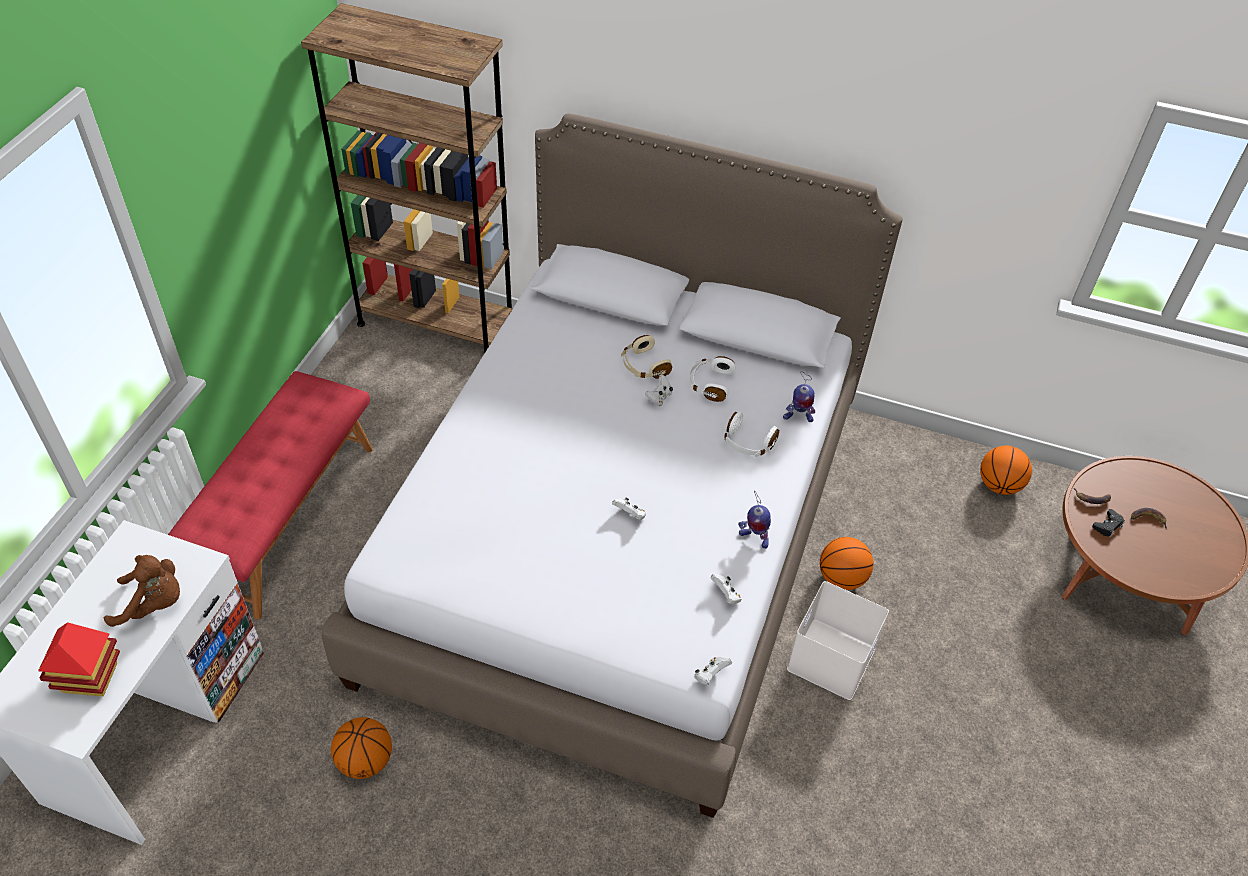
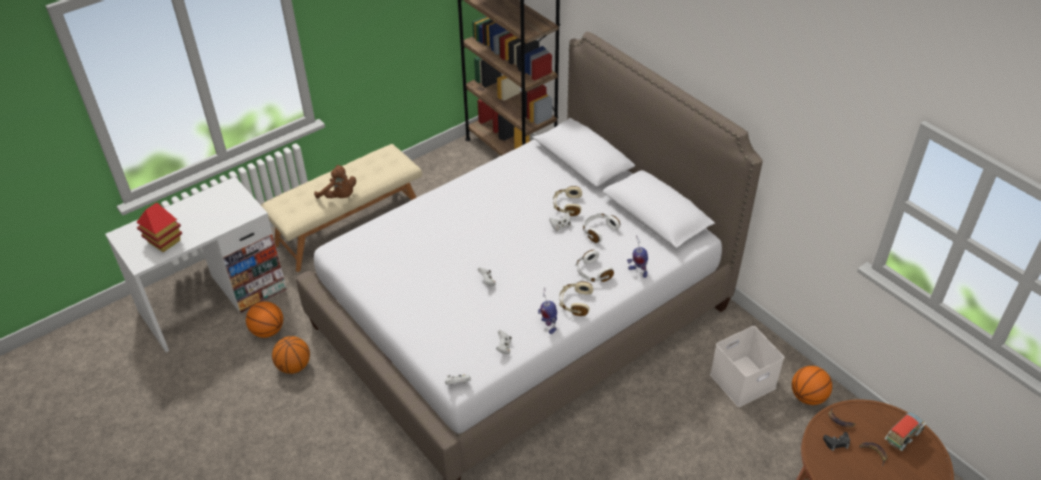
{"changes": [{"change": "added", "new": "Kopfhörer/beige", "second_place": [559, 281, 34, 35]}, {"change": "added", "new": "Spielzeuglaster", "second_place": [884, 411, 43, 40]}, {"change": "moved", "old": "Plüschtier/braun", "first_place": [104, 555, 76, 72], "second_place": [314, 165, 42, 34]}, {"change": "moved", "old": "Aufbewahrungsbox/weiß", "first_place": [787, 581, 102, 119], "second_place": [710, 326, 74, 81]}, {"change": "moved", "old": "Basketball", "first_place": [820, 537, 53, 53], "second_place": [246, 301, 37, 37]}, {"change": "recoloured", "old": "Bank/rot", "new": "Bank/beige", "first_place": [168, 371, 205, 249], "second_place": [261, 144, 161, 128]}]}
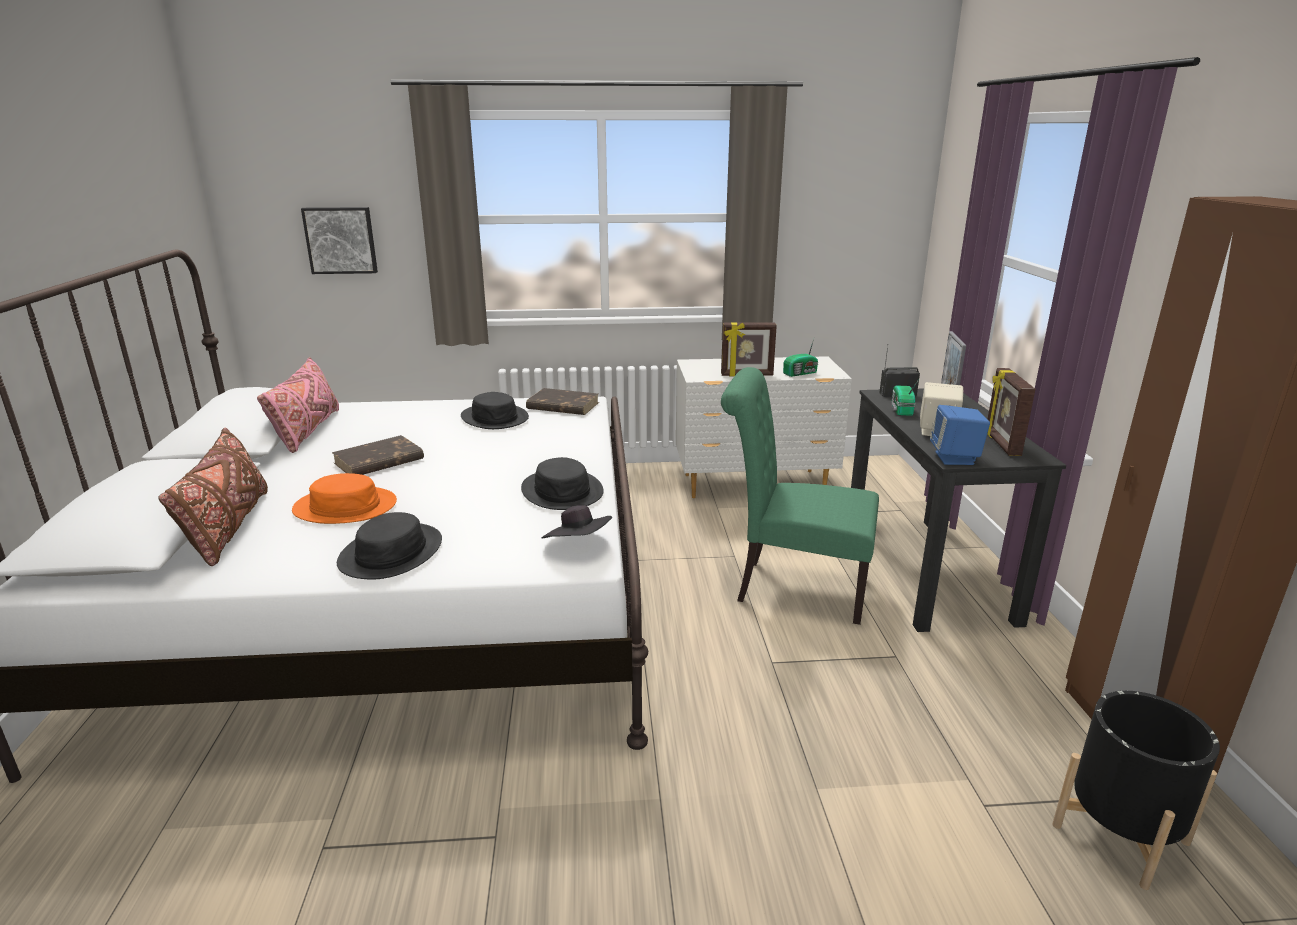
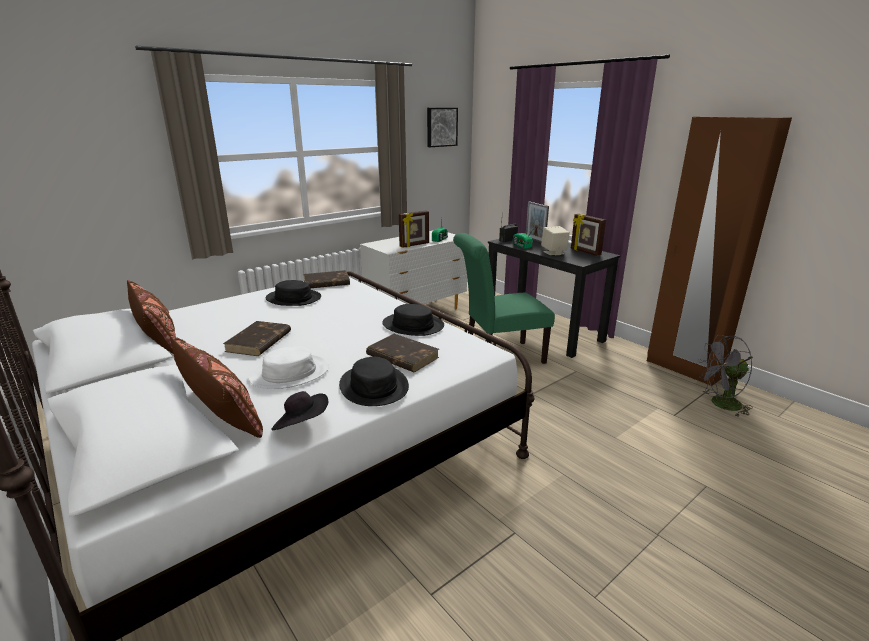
{"changes": [{"change": "removed", "old": "Lautsprecher/blau", "first_place": [930, 405, 60, 60]}, {"change": "added", "new": "Buch/braun", "second_place": [366, 334, 73, 38]}, {"change": "moved", "old": "Bild", "first_place": [301, 207, 77, 67], "second_place": [427, 108, 31, 39]}, {"change": "moved", "old": "Hut/schwarz", "first_place": [541, 505, 71, 33], "second_place": [271, 391, 57, 40]}, {"change": "replaced", "old": "Pflanzkübel/schwarz", "new": "Ventilator/grau", "first_place": [1052, 691, 168, 199], "second_place": [698, 335, 55, 82]}, {"change": "recoloured", "old": "Kissen/rosa", "new": "Kissen/braun", "first_place": [257, 357, 82, 96], "second_place": [127, 280, 49, 74]}, {"change": "recoloured", "old": "Hut/orange", "new": "Hut/weiß", "first_place": [292, 473, 105, 51], "second_place": [248, 346, 81, 43]}]}
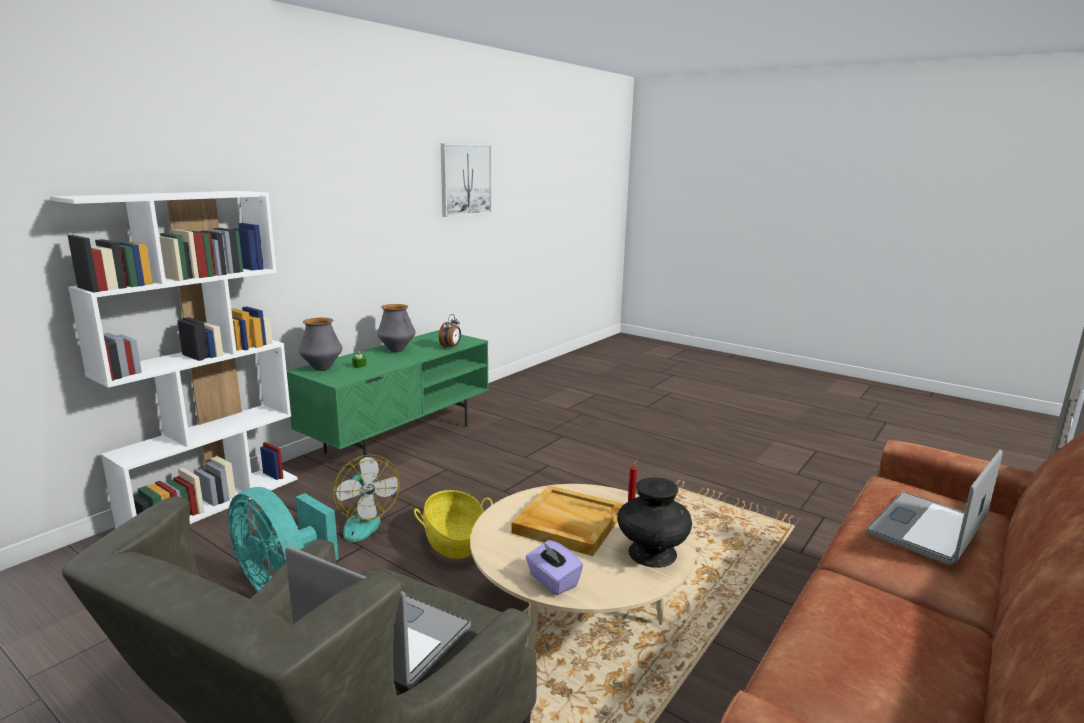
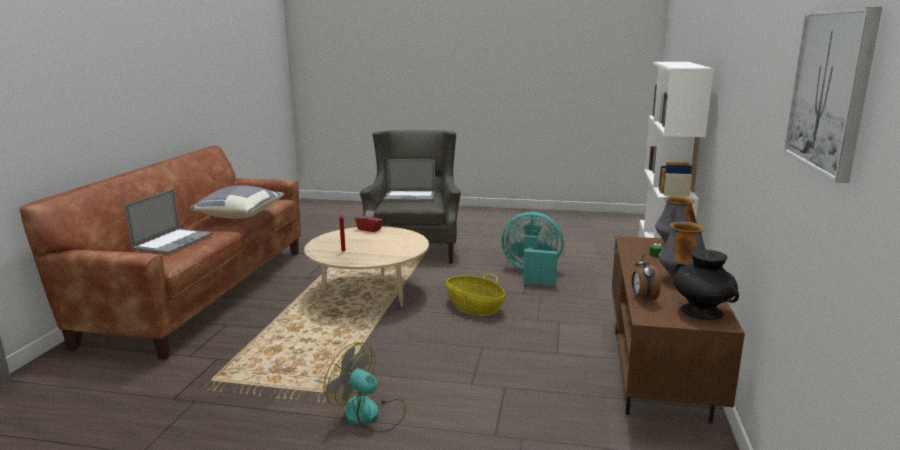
{"changes": [{"change": "removed", "old": "Tablett/beige", "first_place": [511, 485, 113, 71]}, {"change": "added", "new": "Kissen/grau", "second_place": [189, 185, 95, 34]}, {"change": "moved", "old": "Ventilator", "first_place": [333, 455, 67, 87], "second_place": [323, 343, 83, 89]}, {"change": "moved", "old": "Vase/schwarz", "first_place": [617, 477, 75, 91], "second_place": [674, 249, 65, 71]}, {"change": "recoloured", "old": "Fernsehschrank/grün", "new": "Fernsehschrank/braun", "first_place": [287, 330, 201, 127], "second_place": [612, 236, 133, 188]}, {"change": "recoloured", "old": "Taschentuchbox/lila", "new": "Taschentuchbox/rot", "first_place": [525, 540, 58, 55], "second_place": [355, 210, 28, 22]}]}
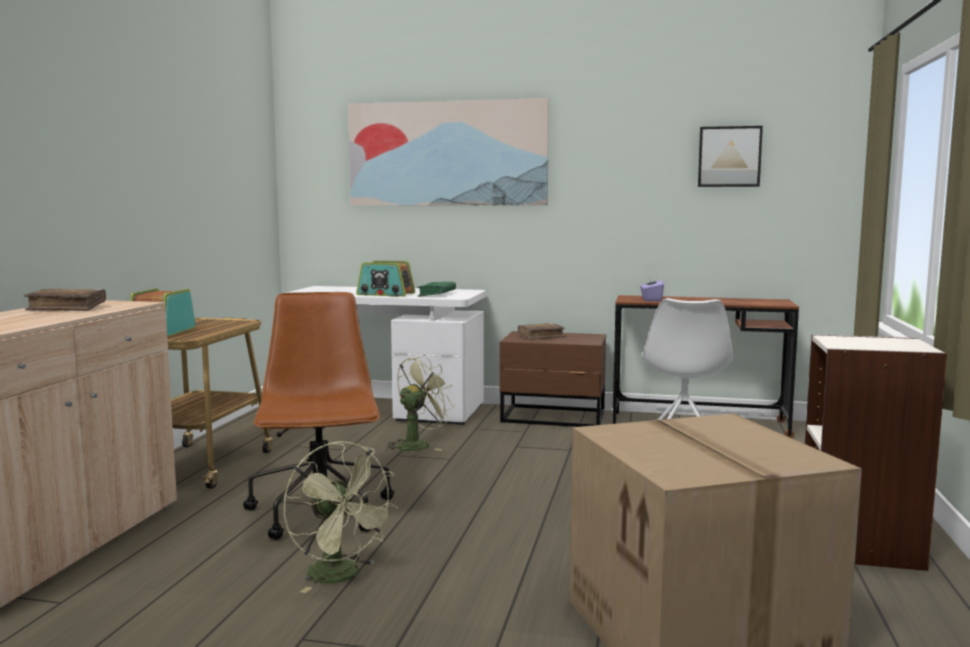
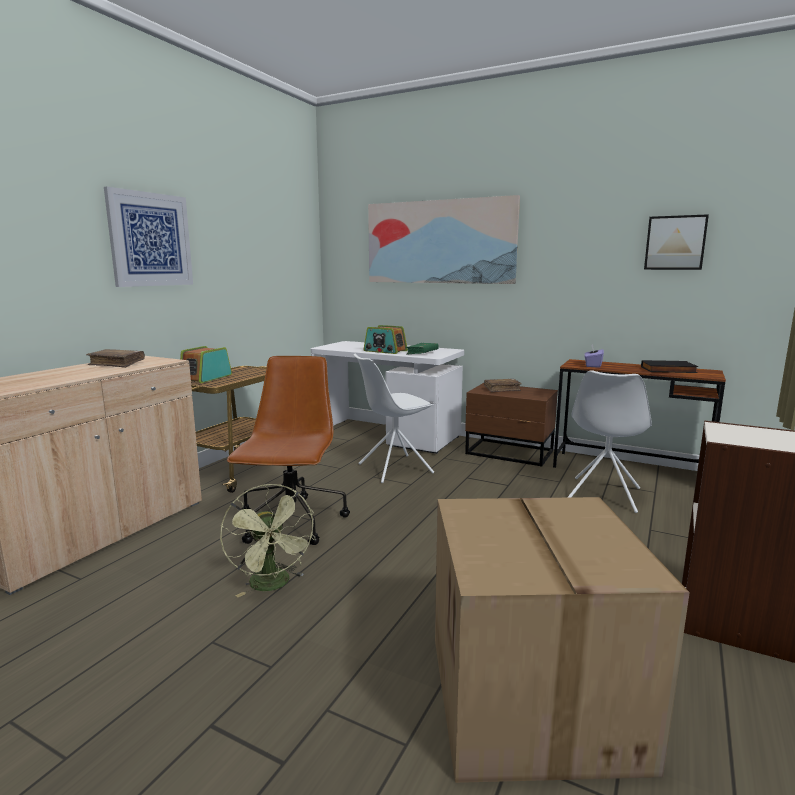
{"changes": [{"change": "added", "new": "Bild", "second_place": [104, 187, 89, 100]}, {"change": "added", "new": "Buch/schwarz", "second_place": [641, 360, 57, 13]}, {"change": "replaced", "old": "Ventilator/grün", "new": "Stuhl/weiß", "first_place": [385, 355, 70, 96], "second_place": [354, 353, 80, 130]}]}
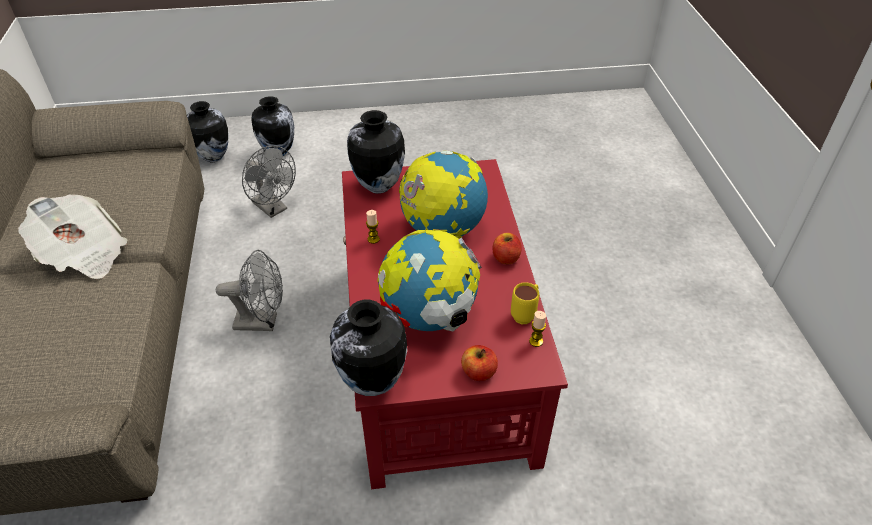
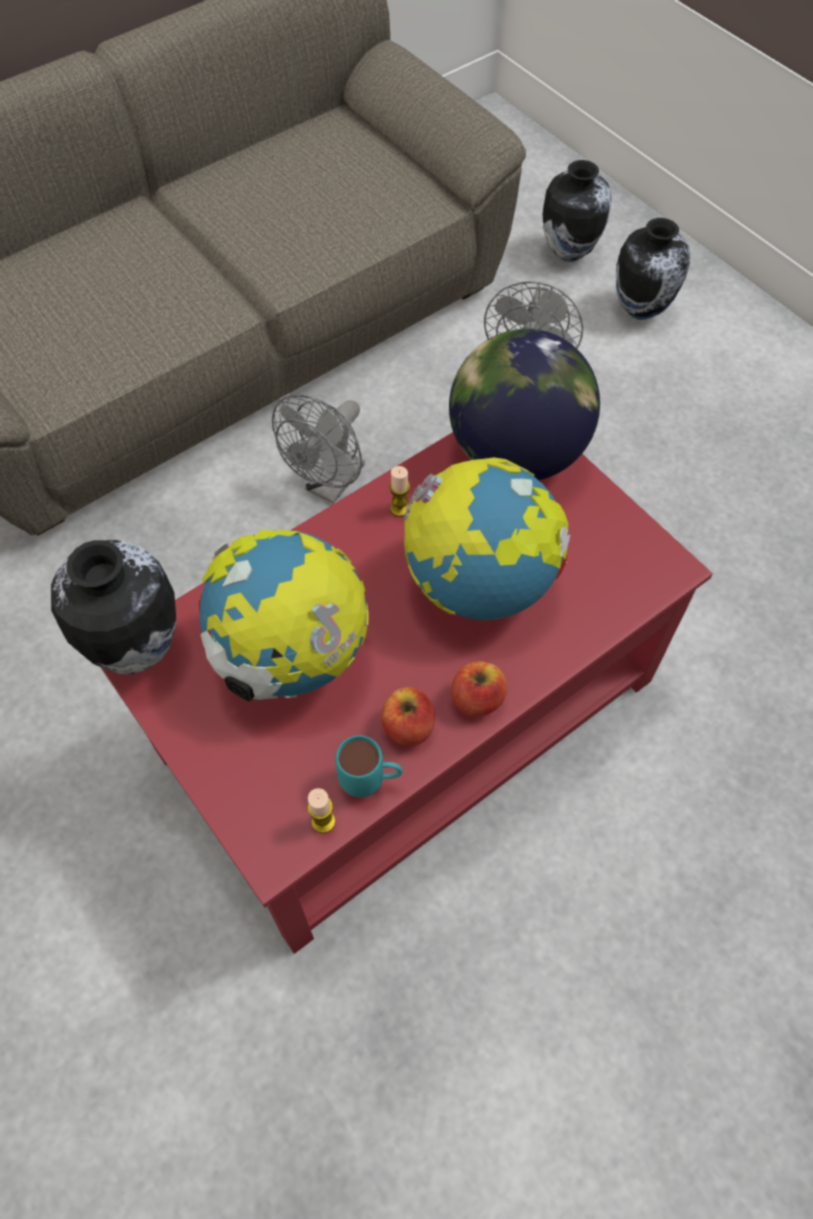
{"changes": [{"change": "removed", "old": "Zeitung", "first_place": [18, 194, 110, 85]}, {"change": "moved", "old": "Apfel", "first_place": [461, 345, 37, 36], "second_place": [381, 687, 54, 59]}, {"change": "replaced", "old": "Vase", "new": "Globus", "first_place": [347, 110, 58, 84], "second_place": [449, 329, 151, 151]}, {"change": "recoloured", "old": "Henkelbecher/gelb", "new": "Henkelbecher/türkis", "first_place": [511, 282, 28, 42], "second_place": [335, 735, 68, 63]}, {"change": "turned", "old": "Ventilator/grau", "first_place": [216, 250, 67, 81], "second_place": [272, 395, 93, 109], "degrees": 60}]}
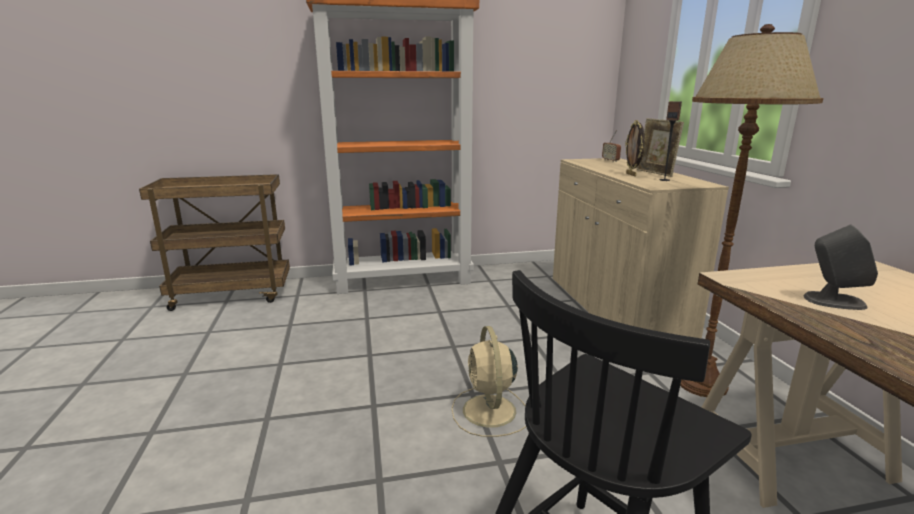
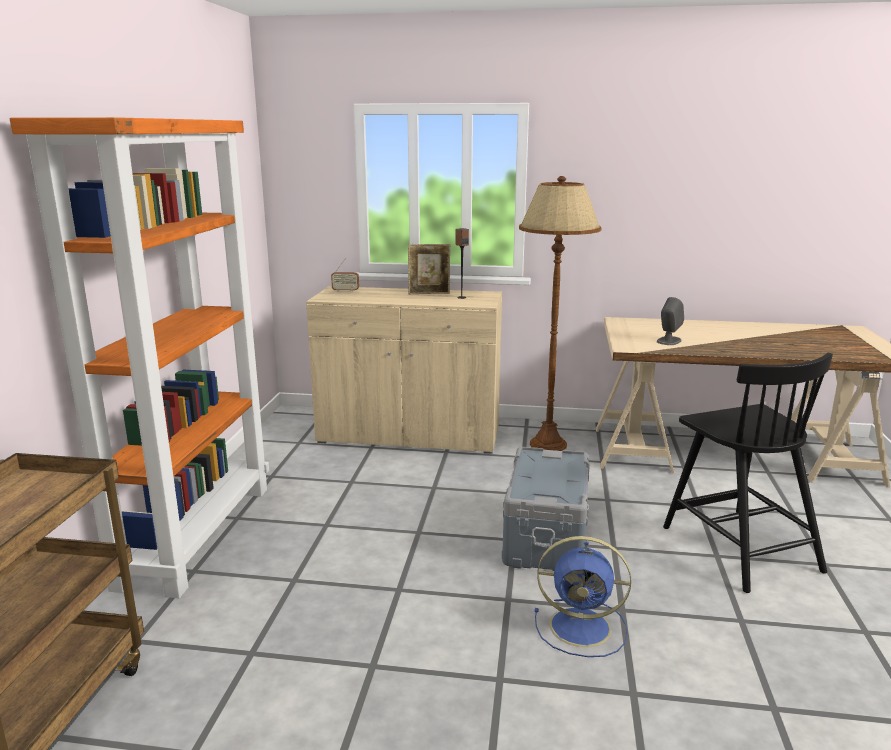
{"changes": [{"change": "removed", "old": "Bilderrahmen", "first_place": [625, 120, 20, 57]}, {"change": "added", "new": "Ventilator/blau", "second_place": [535, 536, 96, 121]}, {"change": "replaced", "old": "Ventilator/beige", "new": "Aufbewahrungsbox/grau", "first_place": [452, 326, 74, 111], "second_place": [502, 447, 88, 124]}]}
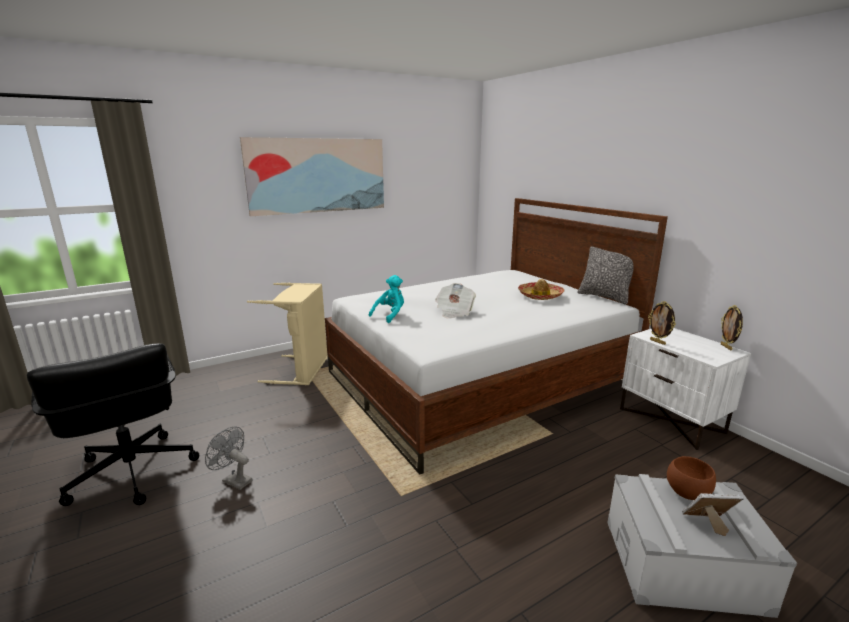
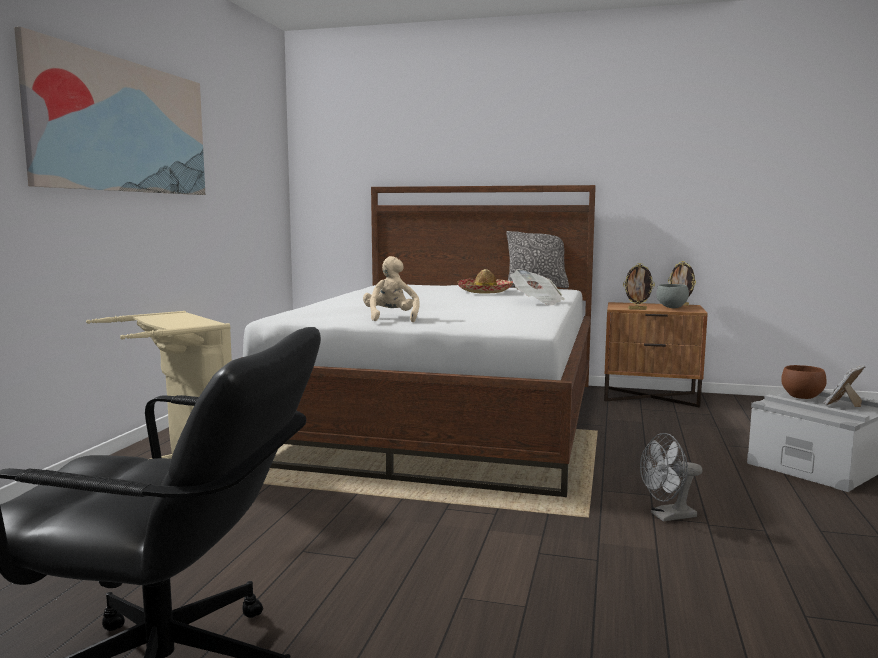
{"changes": [{"change": "added", "new": "Schüssel/grau", "second_place": [656, 284, 33, 24]}, {"change": "moved", "old": "Ventilator/grau", "first_place": [205, 426, 47, 64], "second_place": [640, 433, 62, 88]}, {"change": "moved", "old": "Zeitung", "first_place": [435, 283, 41, 35], "second_place": [510, 269, 55, 36]}, {"change": "recoloured", "old": "Plüschtier/türkis", "new": "Plüschtier/beige", "first_place": [369, 275, 35, 48], "second_place": [363, 256, 57, 66]}, {"change": "recoloured", "old": "Nachttisch/weiß", "new": "Nachttisch/braun", "first_place": [620, 328, 131, 122], "second_place": [604, 302, 104, 106]}]}
